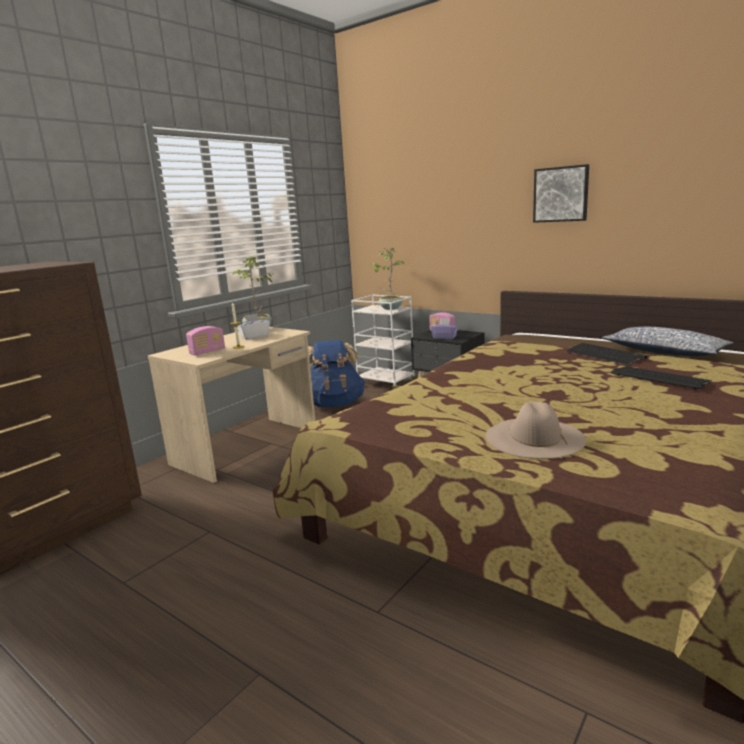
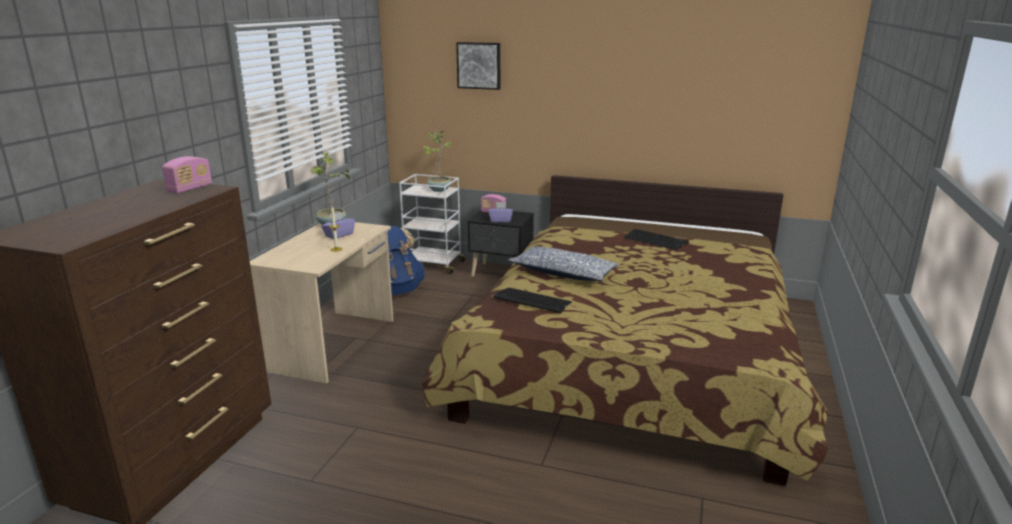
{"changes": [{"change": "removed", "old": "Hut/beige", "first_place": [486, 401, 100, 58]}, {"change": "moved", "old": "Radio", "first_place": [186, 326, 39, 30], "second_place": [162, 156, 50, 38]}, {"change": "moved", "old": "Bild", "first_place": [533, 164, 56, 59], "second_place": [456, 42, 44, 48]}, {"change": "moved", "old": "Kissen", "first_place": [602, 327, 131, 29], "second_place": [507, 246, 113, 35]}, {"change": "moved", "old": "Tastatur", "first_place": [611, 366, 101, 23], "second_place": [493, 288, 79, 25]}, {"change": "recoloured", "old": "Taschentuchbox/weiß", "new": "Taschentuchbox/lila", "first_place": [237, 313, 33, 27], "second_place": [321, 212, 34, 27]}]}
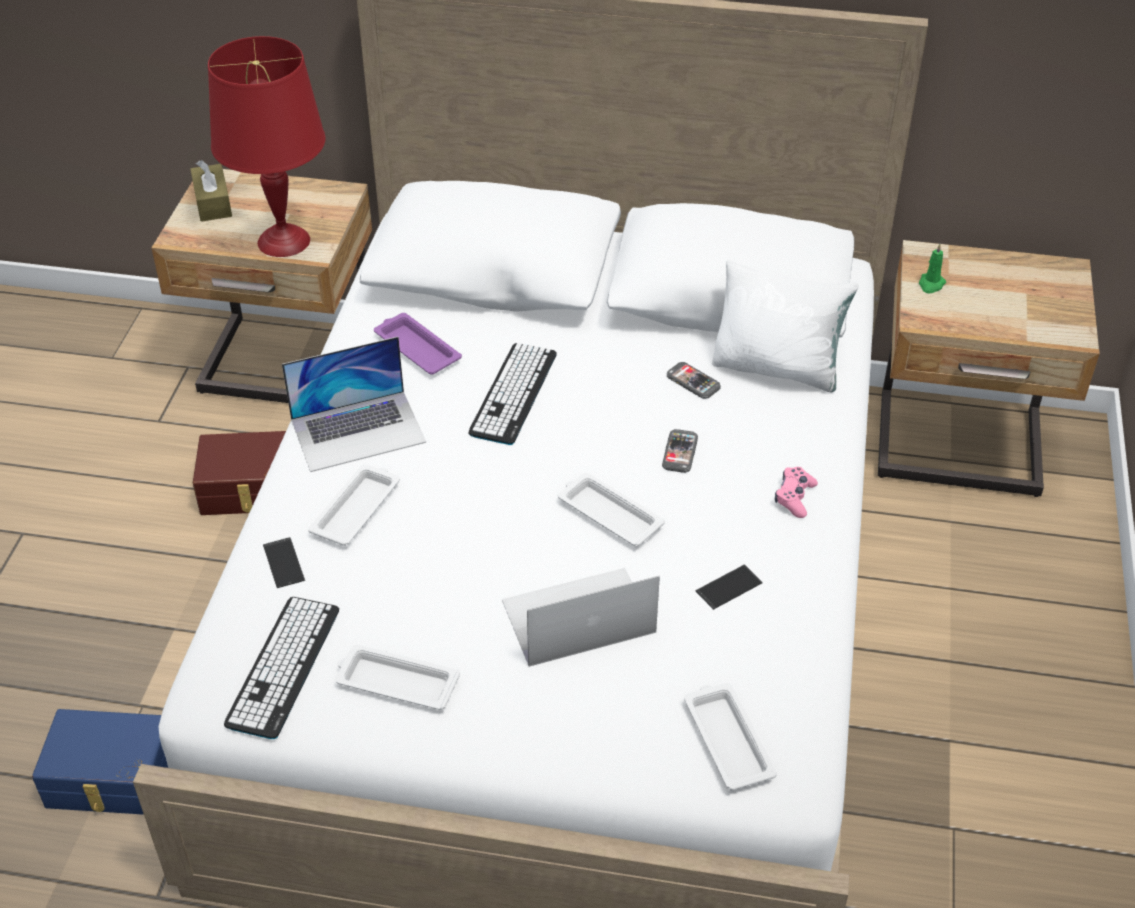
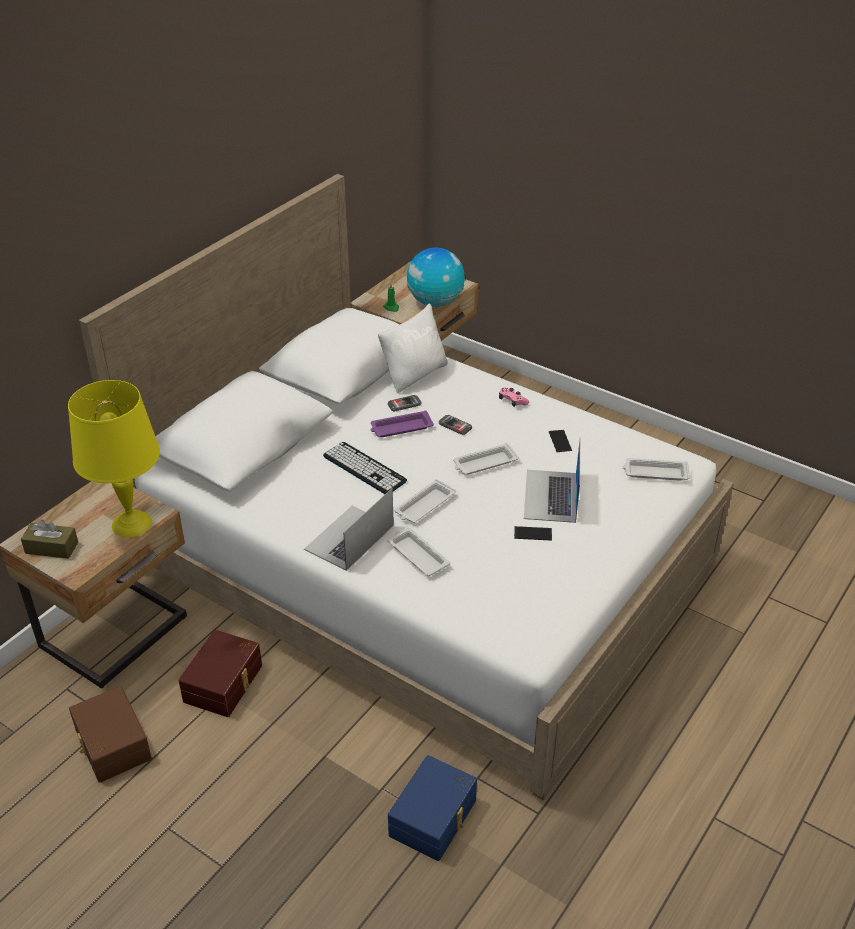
{"changes": [{"change": "removed", "old": "Tastatur", "first_place": [224, 597, 115, 142]}, {"change": "added", "new": "Aufbewahrungsbox/braun", "second_place": [69, 686, 83, 97]}, {"change": "added", "new": "Globus", "second_place": [407, 248, 58, 59]}, {"change": "moved", "old": "Handy", "first_place": [263, 537, 42, 51], "second_place": [514, 526, 38, 15]}, {"change": "moved", "old": "Tablett/weiß", "first_place": [335, 644, 125, 66], "second_place": [394, 479, 62, 44]}, {"change": "moved", "old": "Tablett/lila", "first_place": [374, 313, 88, 62], "second_place": [370, 410, 64, 27]}, {"change": "recoloured", "old": "Tischlampe/rot", "new": "Tischlampe/gelb", "first_place": [208, 36, 118, 221], "second_place": [68, 380, 92, 157]}, {"change": "turned", "old": "Laptop", "first_place": [282, 337, 144, 135], "second_place": [304, 488, 90, 83], "degrees": -150}]}
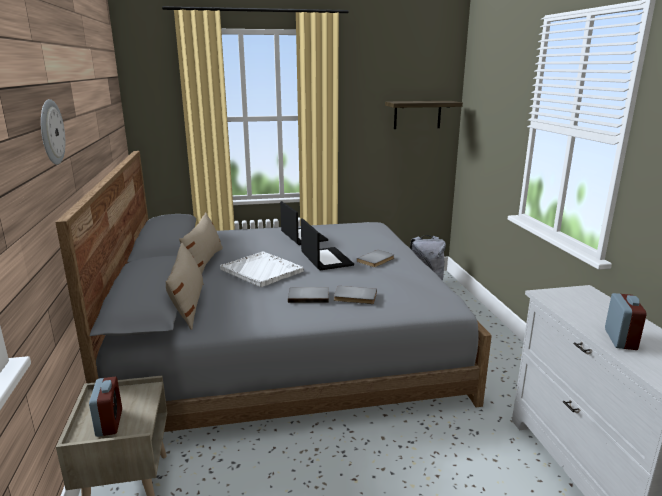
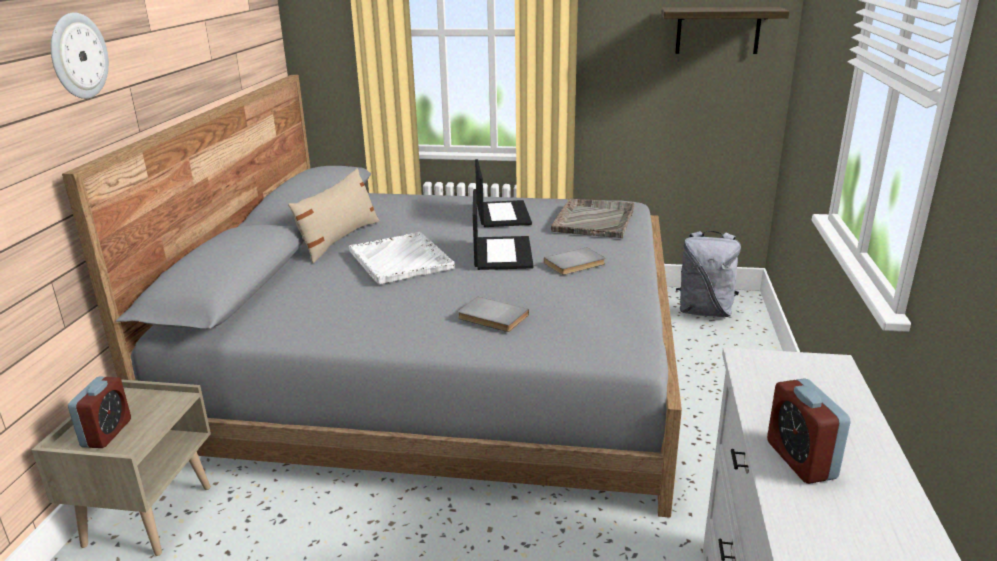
{"changes": [{"change": "removed", "old": "Kissen/beige", "first_place": [166, 242, 38, 88]}, {"change": "removed", "old": "Buch/grau", "first_place": [288, 287, 41, 16]}, {"change": "added", "new": "Tablett/grau", "second_place": [551, 198, 83, 40]}, {"change": "turned", "old": "Wecker", "first_place": [605, 293, 42, 57], "second_place": [767, 378, 84, 106], "degrees": 135}]}
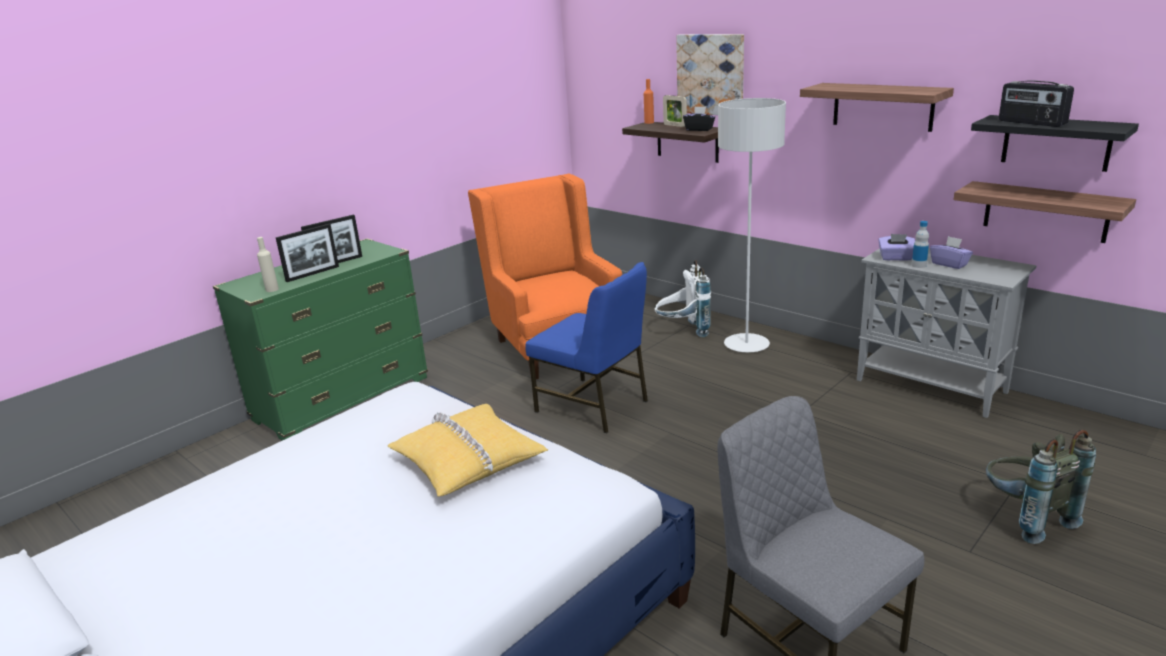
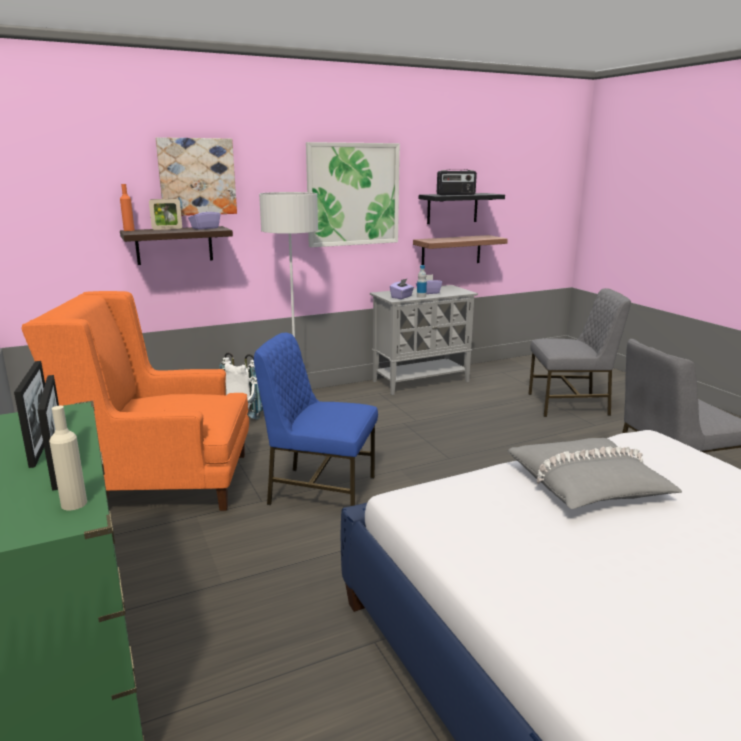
{"changes": [{"change": "replaced", "old": "Wandregal", "new": "Bild", "first_place": [800, 83, 154, 49], "second_place": [306, 142, 94, 105]}, {"change": "replaced", "old": "Rucksack/grau", "new": "Stuhl/grau", "first_place": [986, 430, 110, 114], "second_place": [529, 288, 102, 129]}, {"change": "recoloured", "old": "Kissen/gelb", "new": "Kissen/grau", "first_place": [388, 404, 160, 93], "second_place": [508, 438, 174, 71]}, {"change": "recoloured", "old": "Taschentuchbox/schwarz", "new": "Taschentuchbox/lila", "first_place": [683, 107, 32, 24], "second_place": [188, 206, 32, 24]}, {"change": "turned", "old": "Stuhl/blau", "first_place": [525, 262, 123, 171], "second_place": [254, 333, 124, 173], "degrees": -135}]}
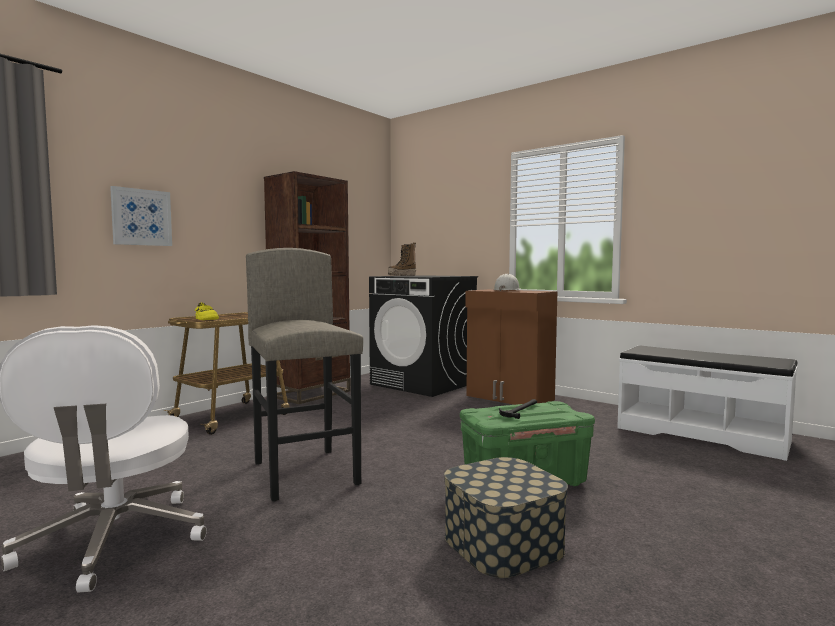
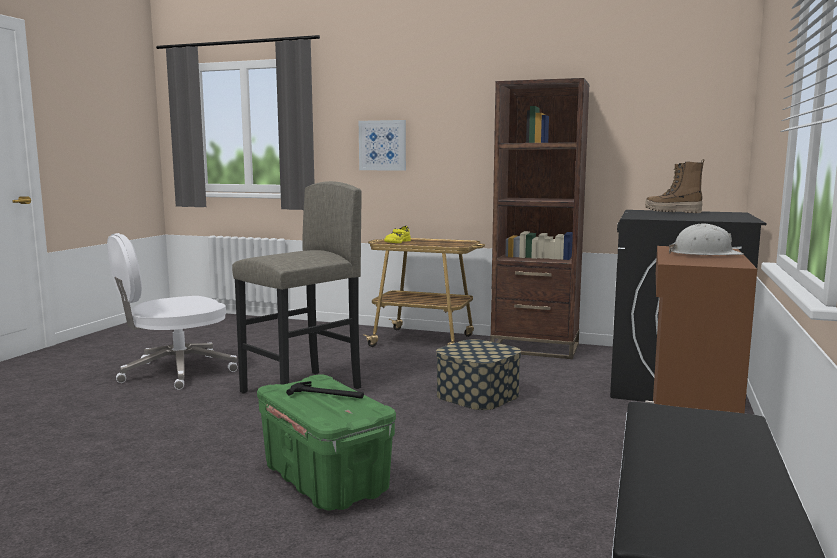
{"changes": [{"change": "moved", "old": "Aufbewahrungsbox", "first_place": [444, 457, 124, 121], "second_place": [436, 339, 85, 71]}]}
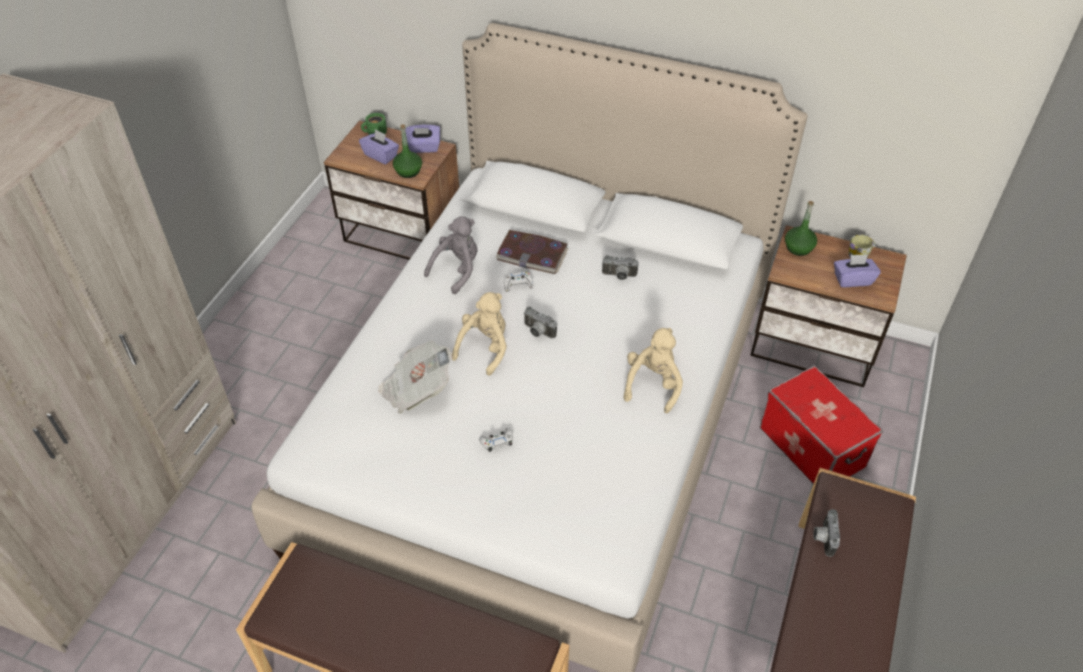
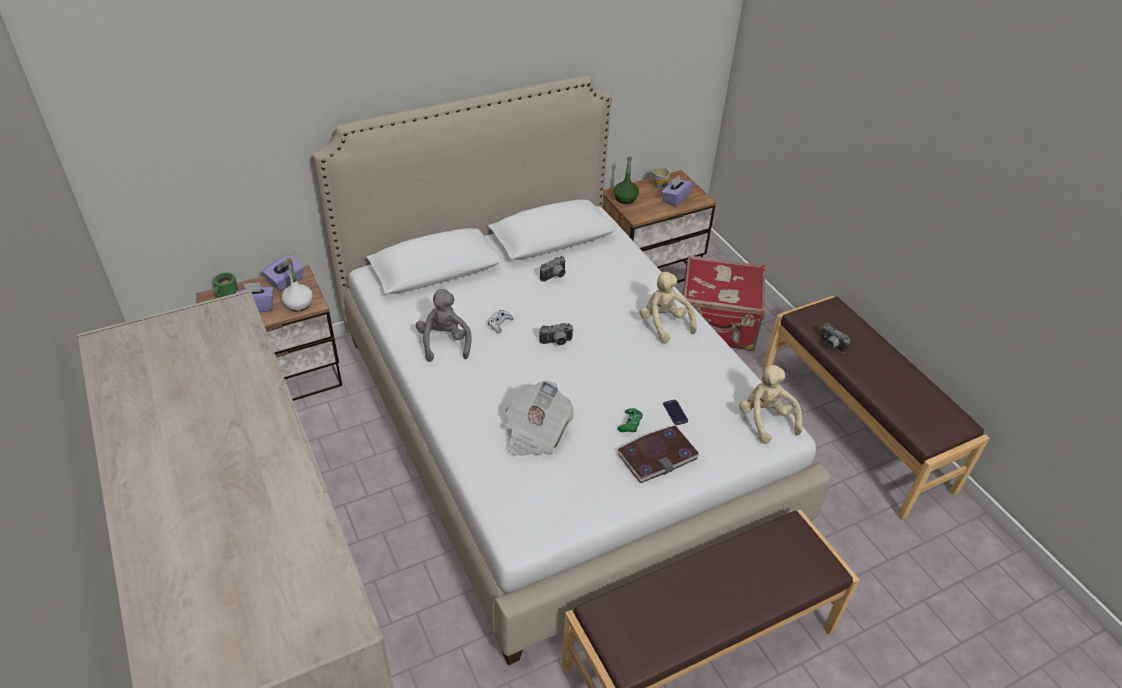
{"changes": [{"change": "added", "new": "Handy", "second_place": [663, 399, 25, 26]}, {"change": "moved", "old": "Plüschtier/beige", "first_place": [452, 292, 55, 84], "second_place": [739, 364, 63, 80]}, {"change": "moved", "old": "Buch", "first_place": [496, 230, 73, 44], "second_place": [618, 425, 81, 58]}, {"change": "replaced", "old": "Aufbewahrungsbox", "new": "Koffer/rot", "first_place": [760, 366, 123, 118], "second_place": [682, 255, 84, 96]}, {"change": "recoloured", "old": "Flasche/grün", "new": "Flasche/weiß", "first_place": [393, 124, 29, 54], "second_place": [282, 258, 30, 54]}, {"change": "recoloured", "old": "Gamepad/weiß", "new": "Gamepad/grün", "first_place": [479, 428, 34, 24], "second_place": [618, 408, 25, 24]}]}
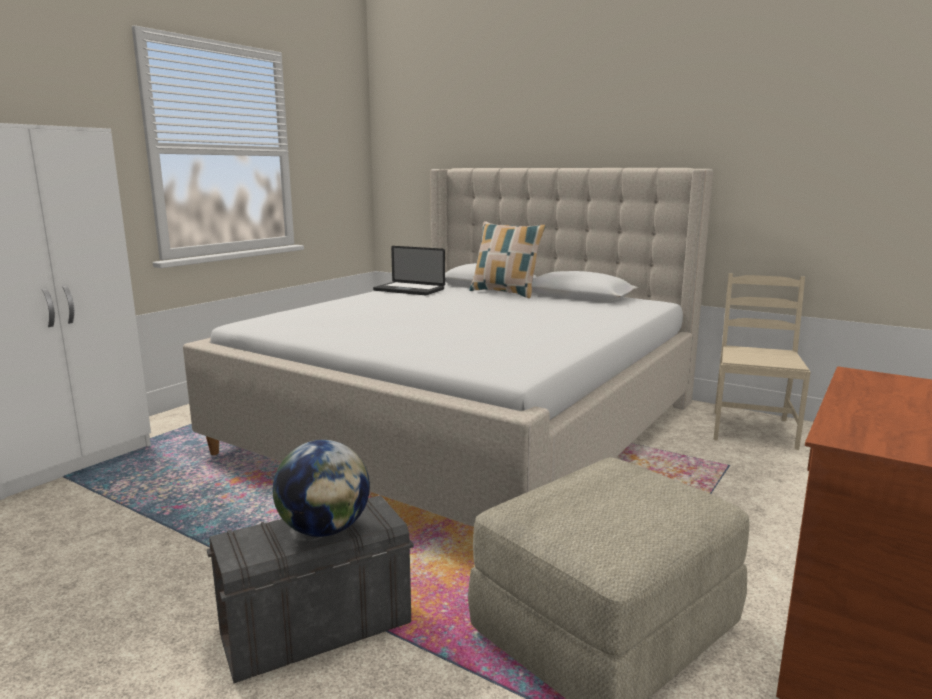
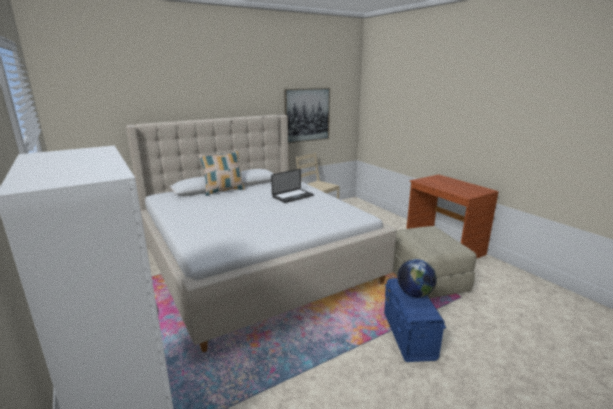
{"changes": [{"change": "added", "new": "Bild", "second_place": [284, 88, 46, 55]}, {"change": "moved", "old": "Laptop", "first_place": [373, 246, 72, 49], "second_place": [271, 169, 43, 34]}, {"change": "recoloured", "old": "Aufbewahrungsbox/grau", "new": "Aufbewahrungsbox/blau", "first_place": [207, 495, 207, 188], "second_place": [384, 278, 62, 84]}]}
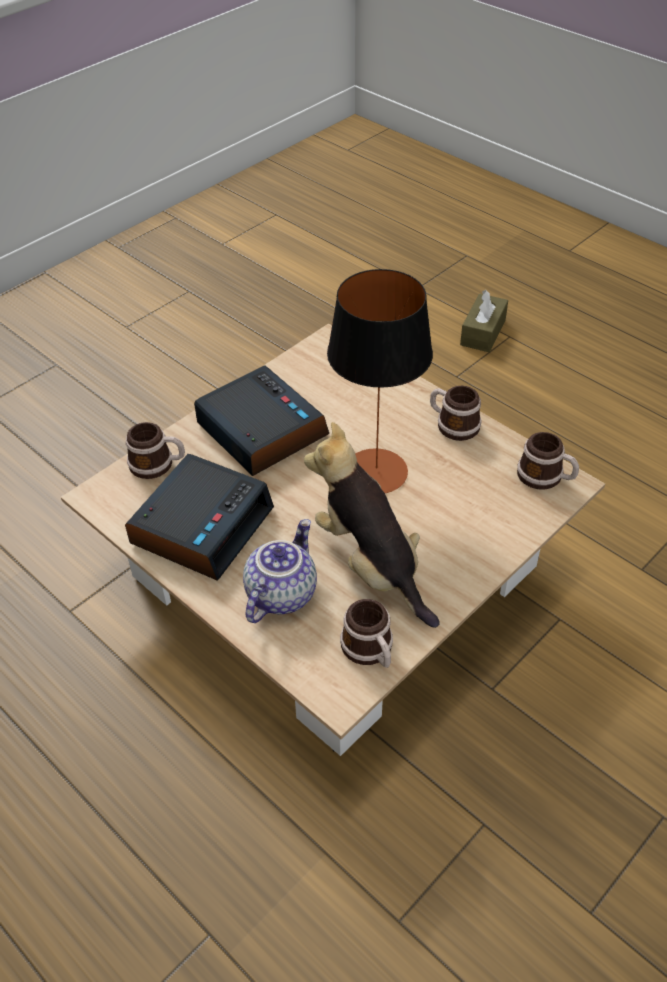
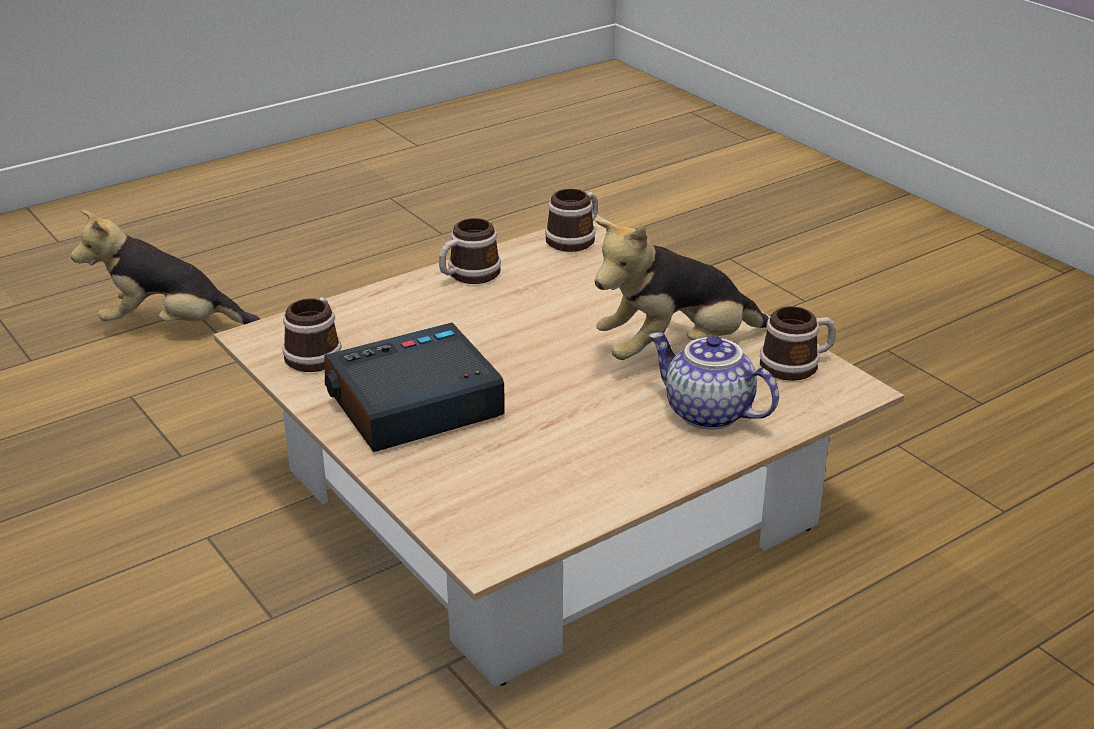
{"changes": [{"change": "removed", "old": "Wecker", "first_place": [125, 454, 149, 127]}, {"change": "removed", "old": "Tischlampe", "first_place": [327, 269, 106, 224]}, {"change": "moved", "old": "Henkelbecher", "first_place": [126, 422, 59, 57], "second_place": [282, 297, 60, 75]}, {"change": "replaced", "old": "Taschentuchbox/braun", "new": "Plüschtier", "first_place": [460, 290, 48, 62], "second_place": [71, 210, 189, 114]}]}
